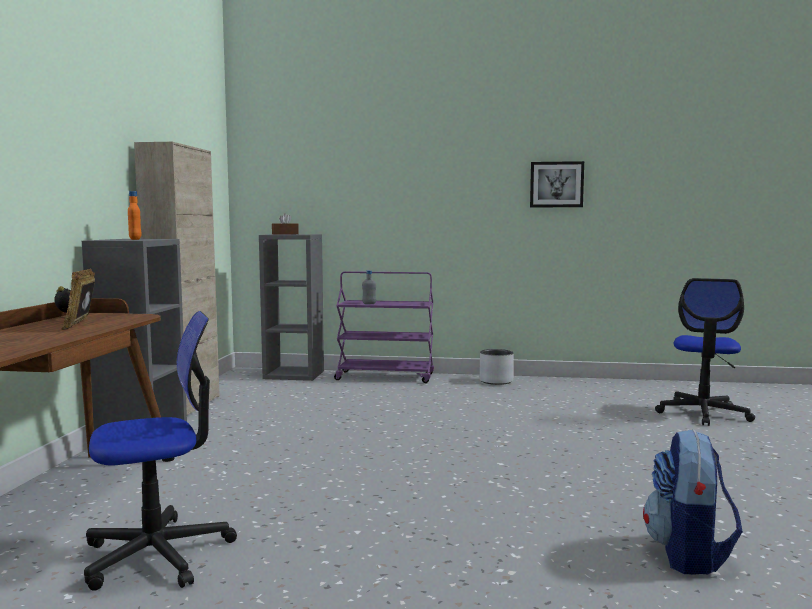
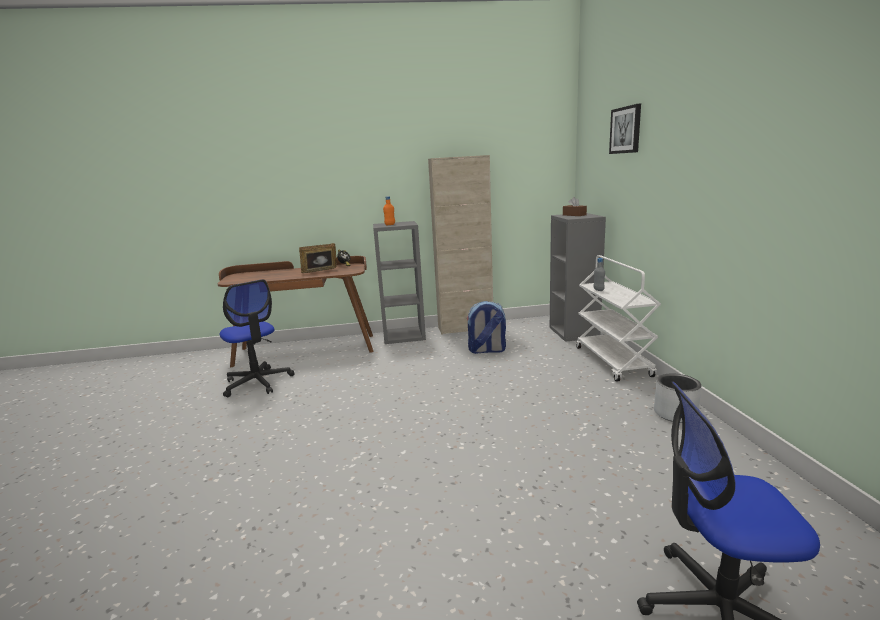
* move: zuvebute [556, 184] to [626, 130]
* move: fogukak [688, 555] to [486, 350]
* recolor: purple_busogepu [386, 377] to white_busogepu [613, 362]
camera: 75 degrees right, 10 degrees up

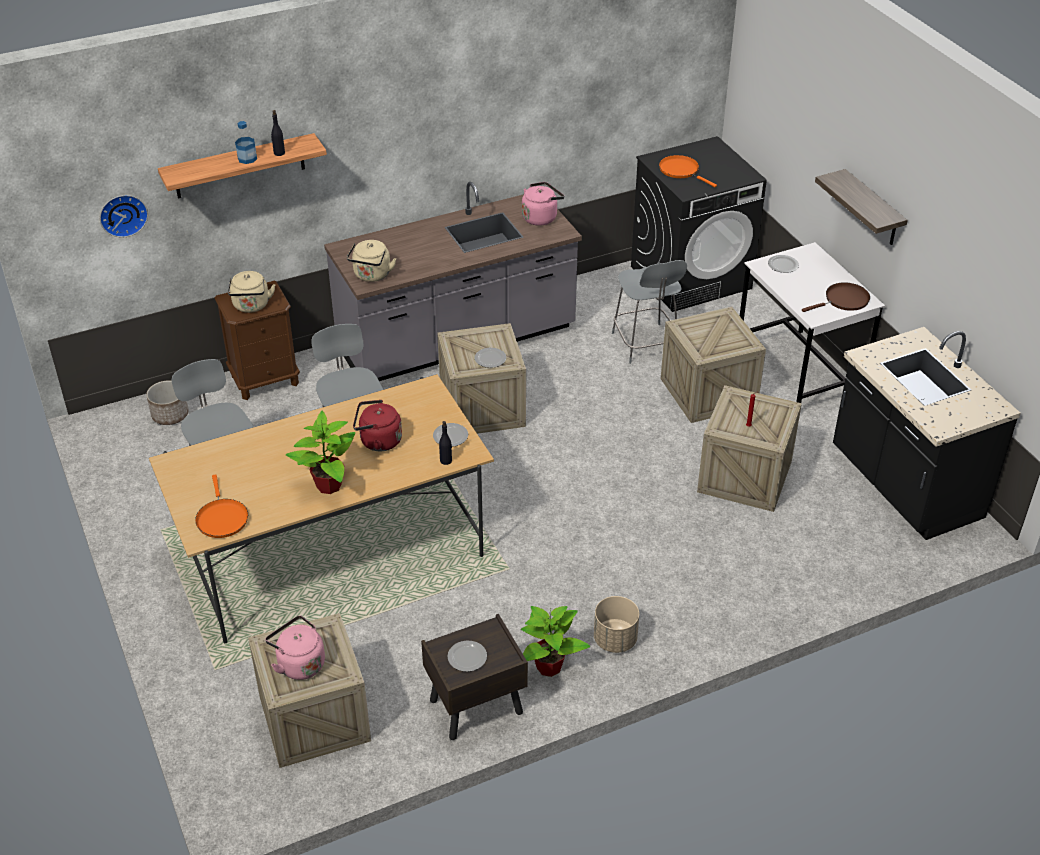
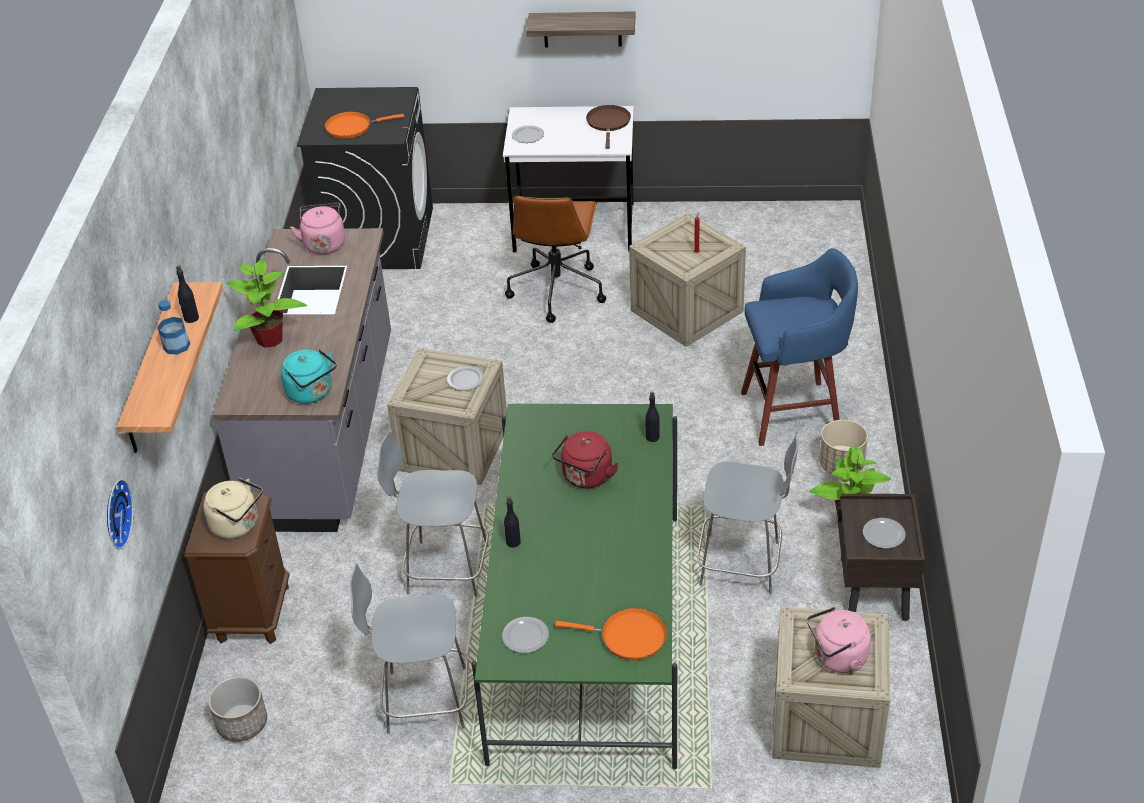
* delete: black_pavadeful [904, 486]
* insert: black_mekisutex [513, 542]
* insert: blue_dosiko [794, 413]
* move: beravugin [328, 486] to [270, 340]
* move: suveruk [451, 436] to [526, 636]
* move: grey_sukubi [645, 345] to [743, 564]
* replace: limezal [708, 392] to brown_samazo [557, 290]
* recolor: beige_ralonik [332, 549] to green_ralonik [587, 634]
* recolor: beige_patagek [371, 275] to turquoise_patagek [312, 393]
camera: 60 degrees left, 0 degrees up

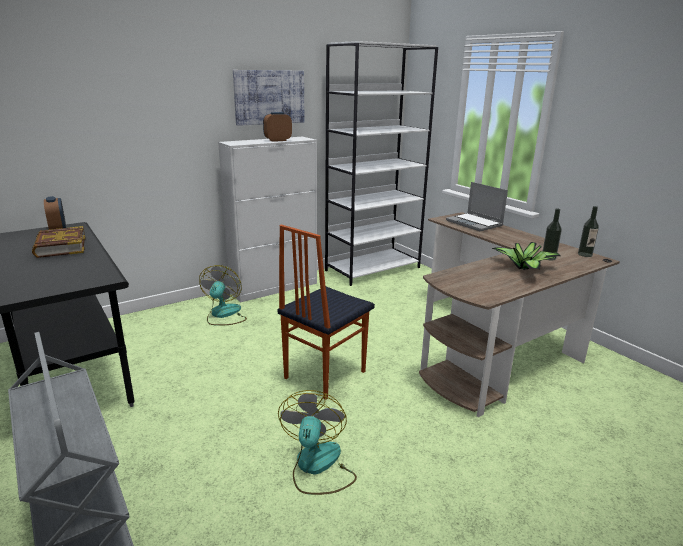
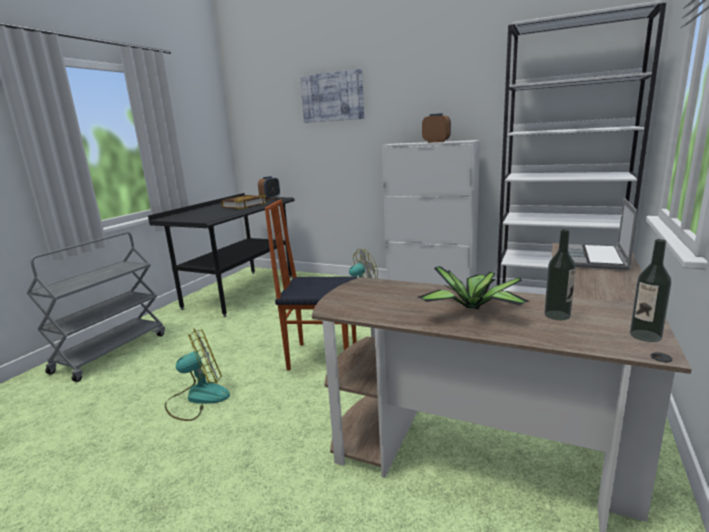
* move: zuvebute [269, 97] to [332, 97]
camera: 60 degrees right, 5 degrees down

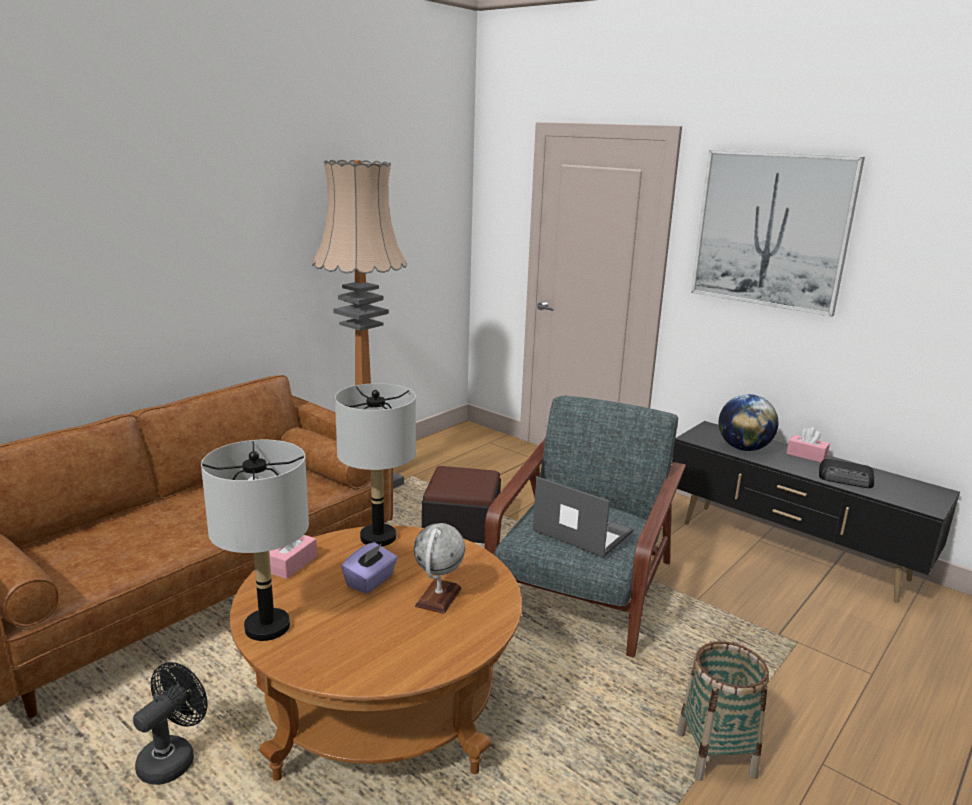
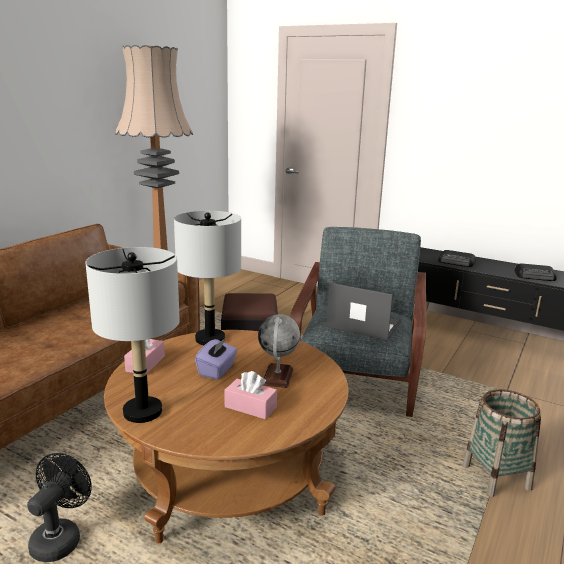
* delete: zuvebute [771, 230]
* move: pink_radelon [806, 455] to [250, 407]
* replace: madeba [743, 448] to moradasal [457, 262]
camera: 10 degrees left, 0 degrees up

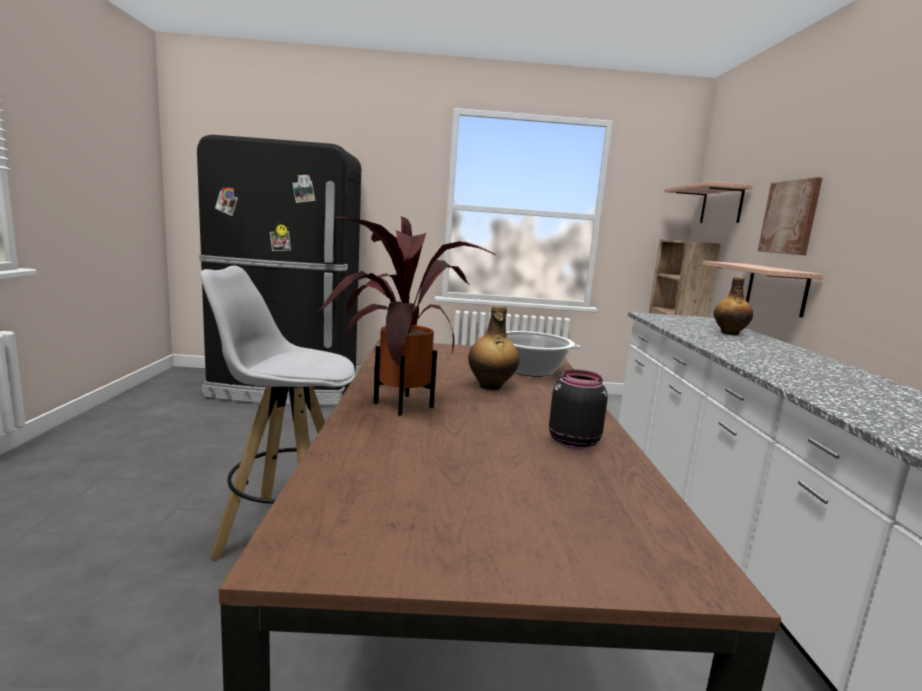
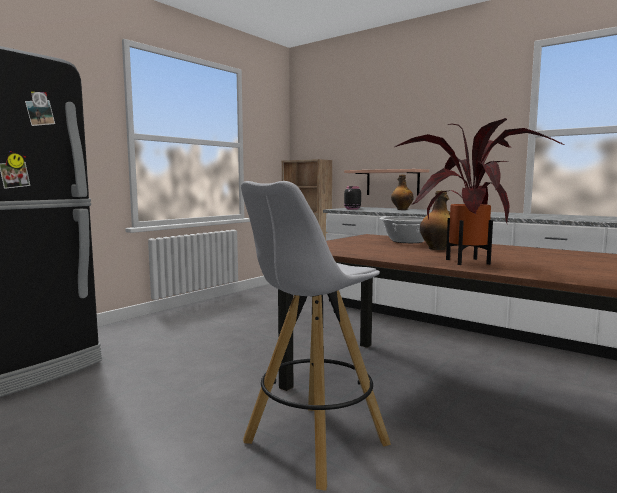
* delete: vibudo [721, 205]
* delete: zuvebute [790, 217]
* move: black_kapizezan [572, 442] to [352, 209]
camera: 50 degrees left, 5 degrees down

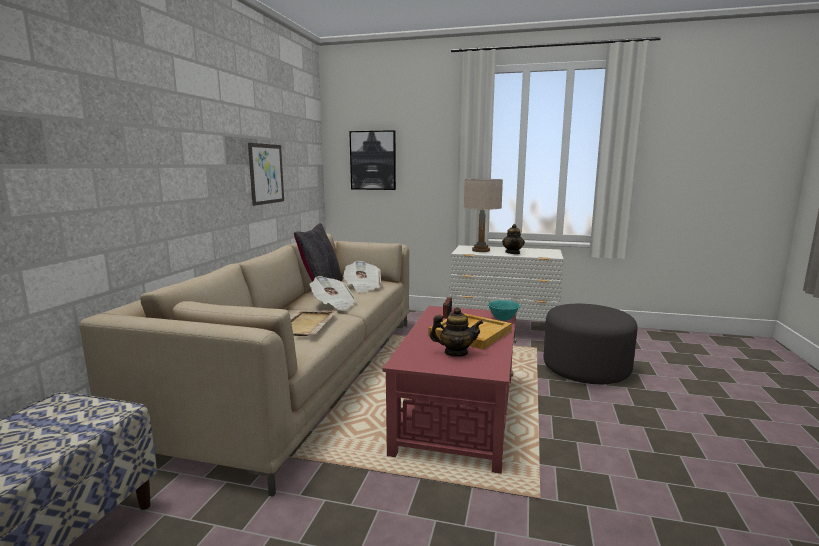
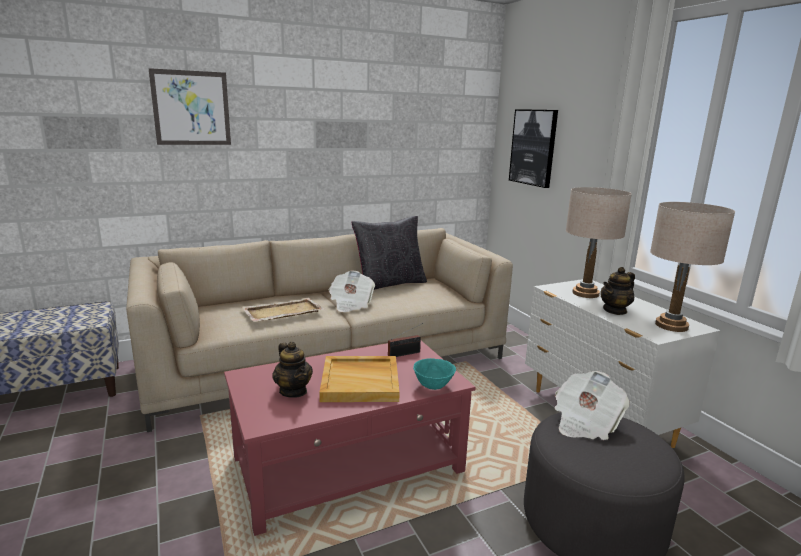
* insert: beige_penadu [671, 326]
* move: zuvebute [266, 174] to [191, 108]
* move: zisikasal [362, 287] to [585, 422]
camera: 50 degrees right, 5 degrees up

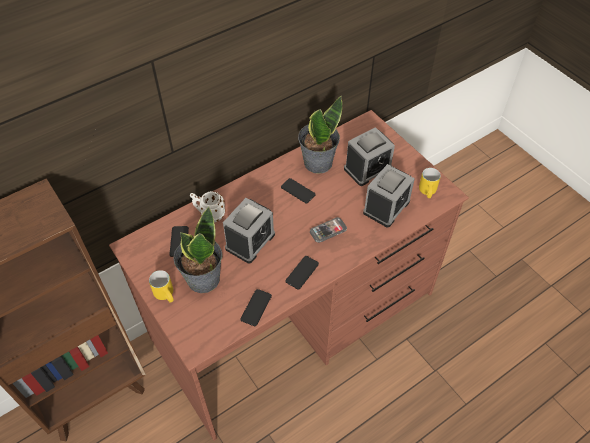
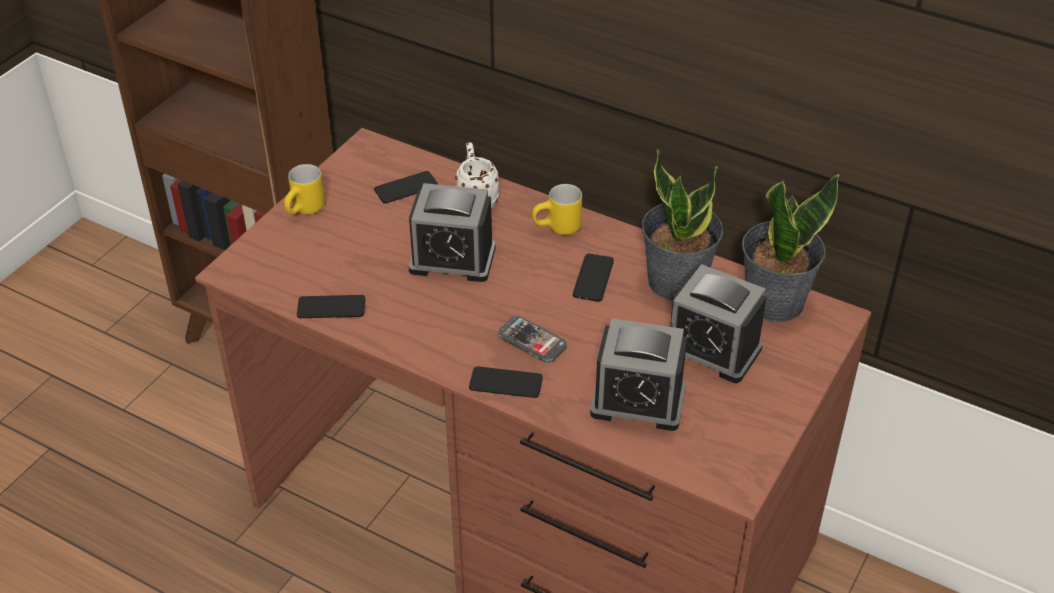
* move: beravugin [202, 279] to [773, 301]
* move: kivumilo [302, 272] to [505, 383]
* move: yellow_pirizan [428, 193] to [558, 229]
camera: 65 degrees right, 10 degrees down

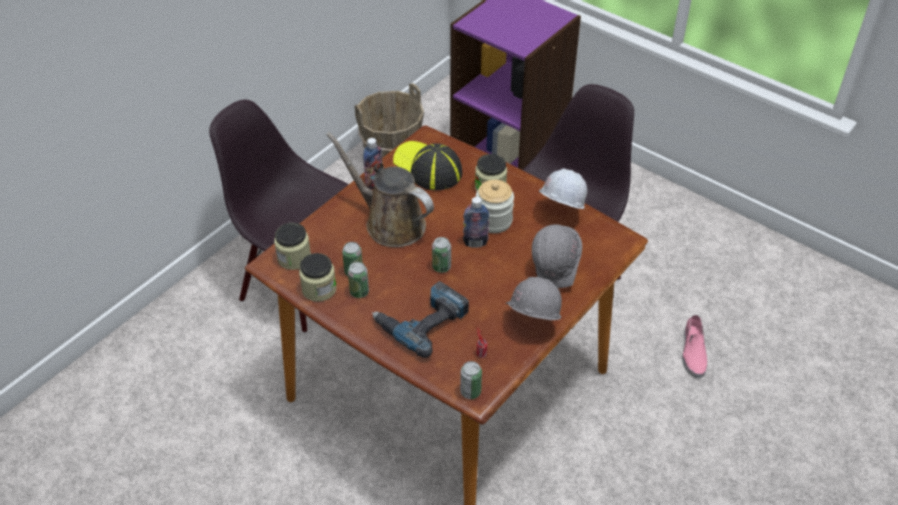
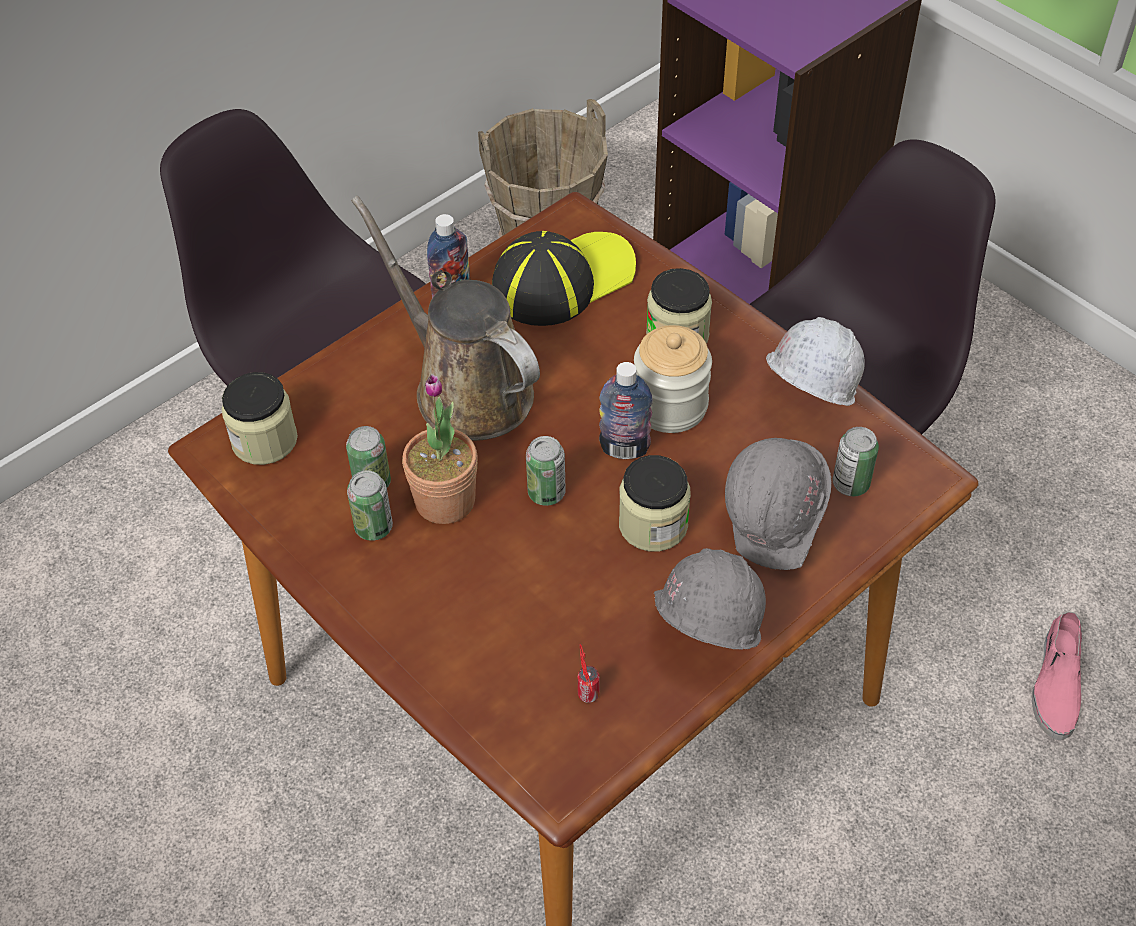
* delete: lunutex [422, 321]
* insert: beravugin [445, 501]
* move: kapizezan [319, 289] to [653, 525]
* move: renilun [470, 392] to [850, 484]
* rotate: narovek [427, 167] = [562, 280] 90 degrees clockwise
camera: 10 degrees right, 5 degrees up

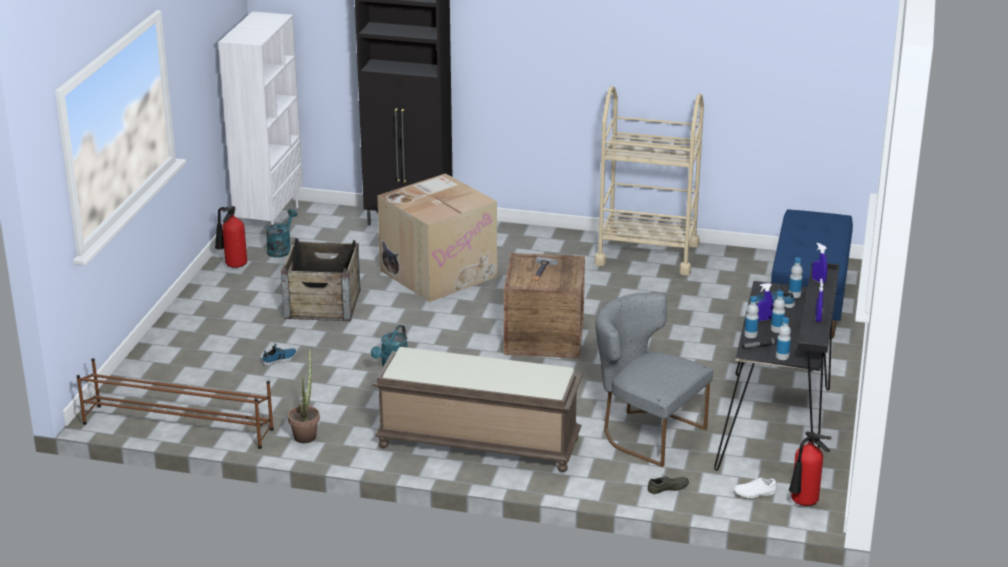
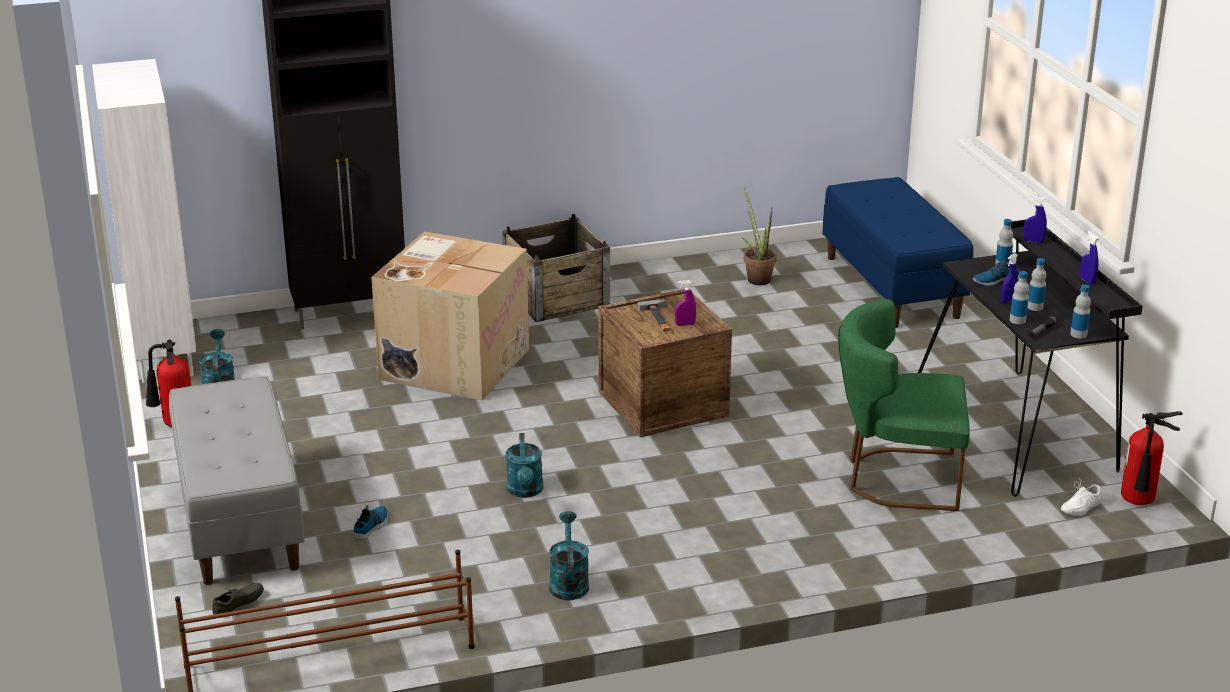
* delete: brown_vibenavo [477, 443]
* delete: beige_busogepu [647, 254]
* insert: grey_vibenavo [238, 519]
* insert: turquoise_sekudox [568, 582]
* insert: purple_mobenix [685, 324]
* move: limezal [323, 303] to [557, 297]
* move: beravugin [306, 434] to [756, 278]
* move: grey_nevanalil [668, 489] to [239, 604]
* recolor: grey_sukubi [646, 433] to green_sukubi [896, 478]
camera: 30 degrees left, 0 degrees up

